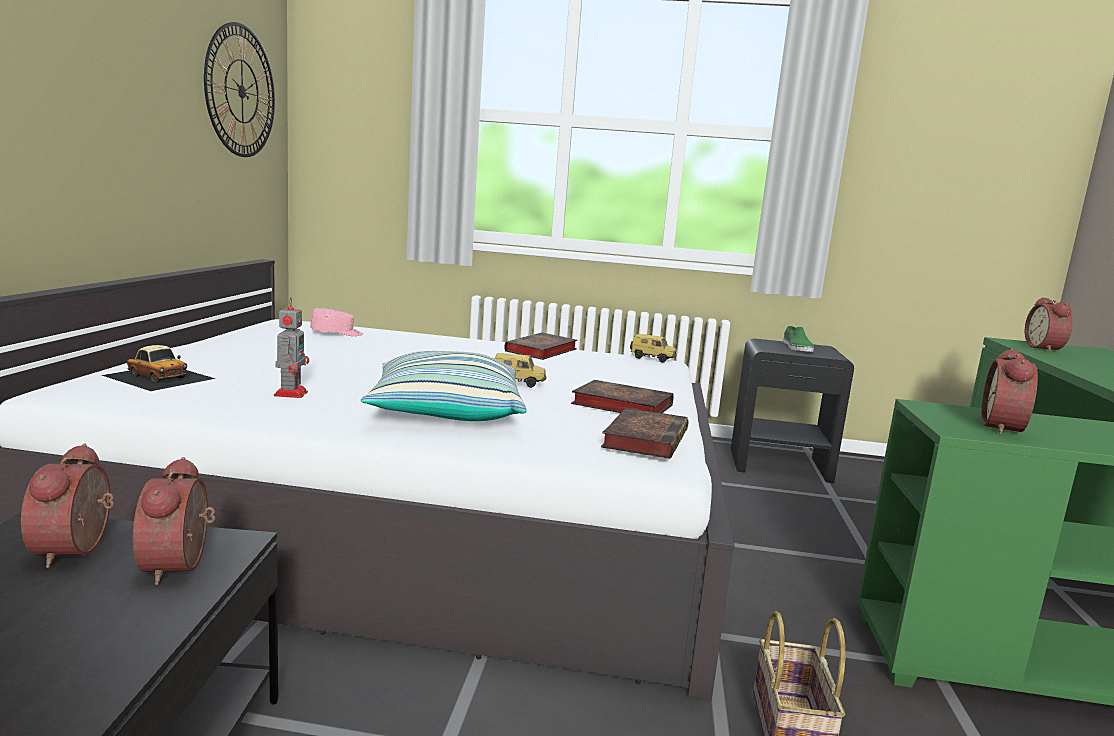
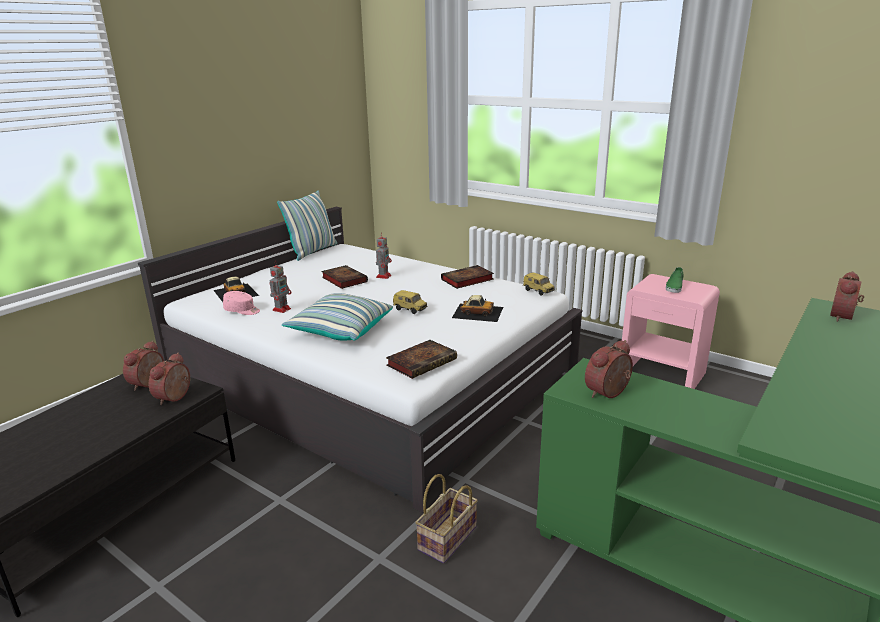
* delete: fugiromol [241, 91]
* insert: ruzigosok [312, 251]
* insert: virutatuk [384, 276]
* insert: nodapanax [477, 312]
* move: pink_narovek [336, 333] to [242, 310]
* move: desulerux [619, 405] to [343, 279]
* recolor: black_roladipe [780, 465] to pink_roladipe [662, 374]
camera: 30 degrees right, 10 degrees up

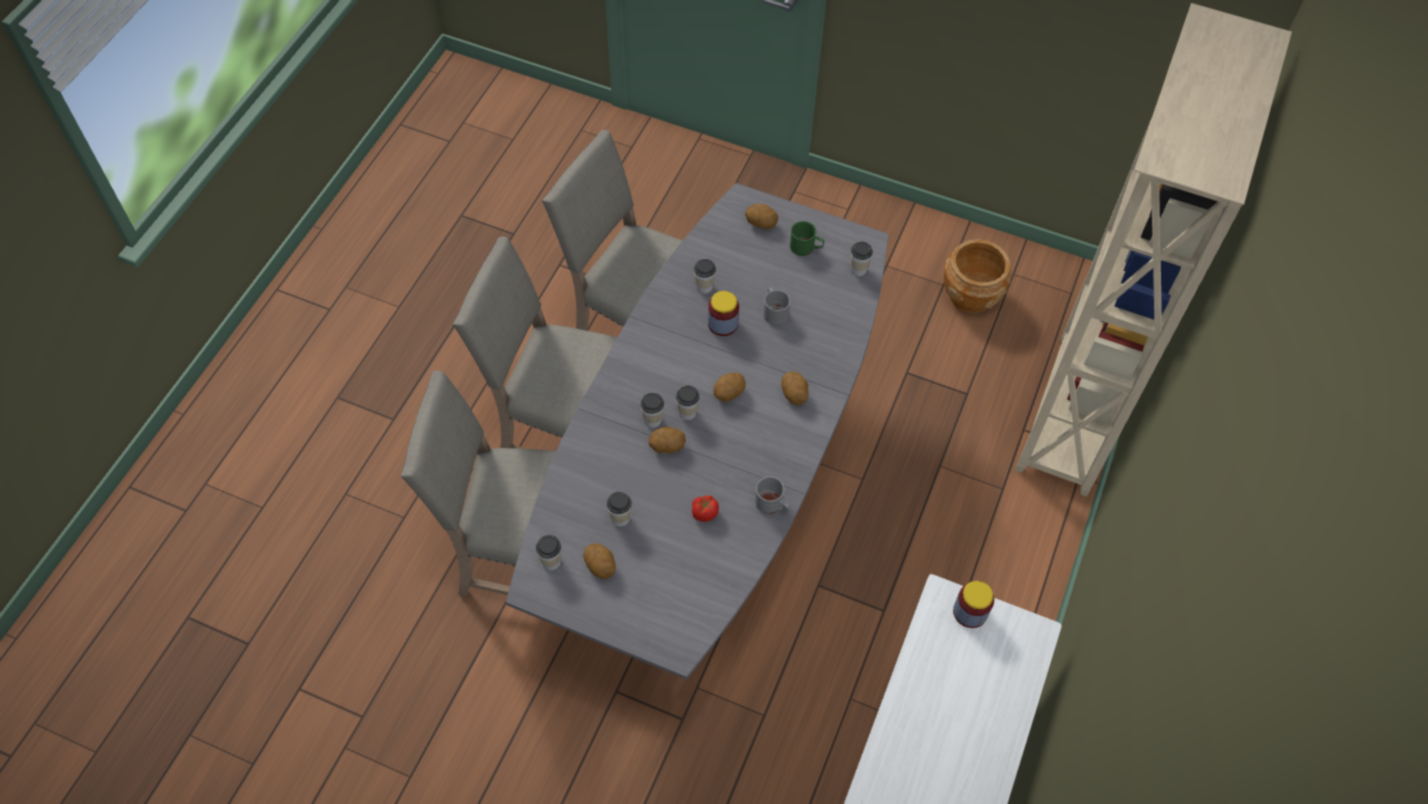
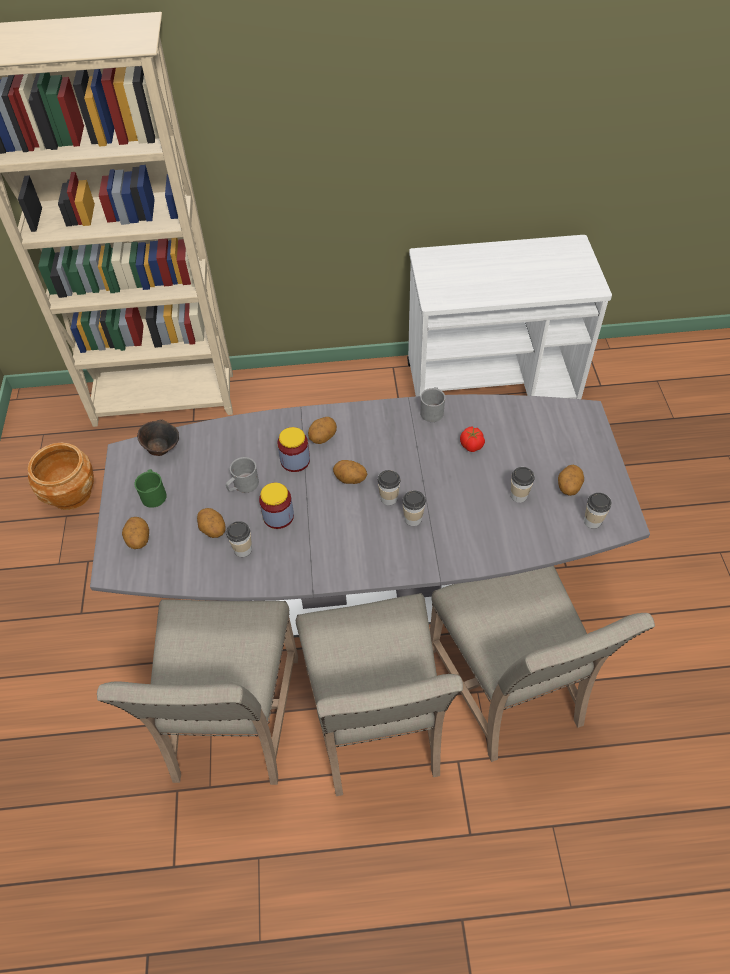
* move: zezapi [667, 446] to [213, 530]
* move: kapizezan [970, 612] to [295, 460]
* replace: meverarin [858, 269] to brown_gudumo [162, 448]
camera: 115 degrees left, 5 degrees down

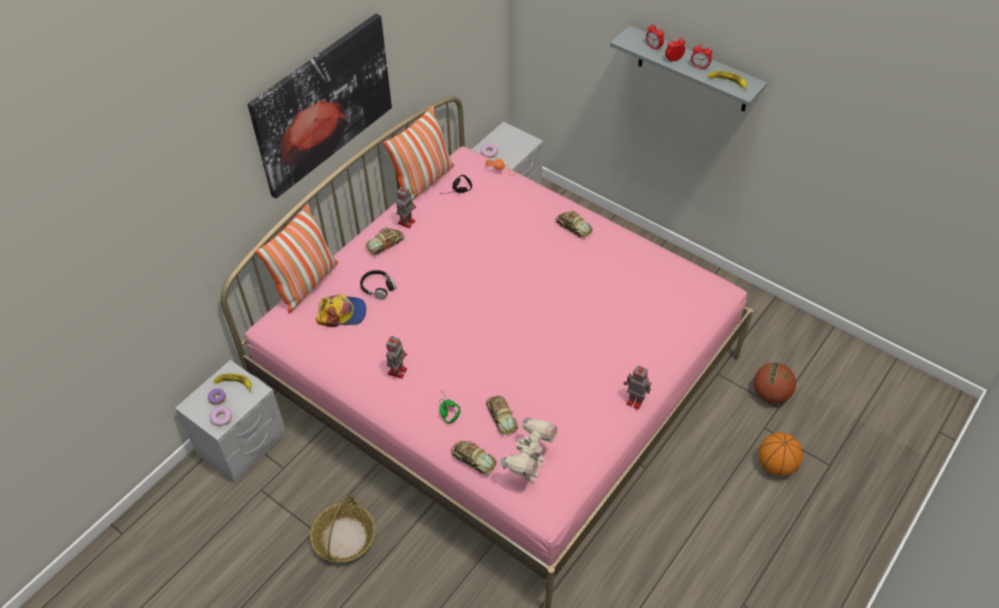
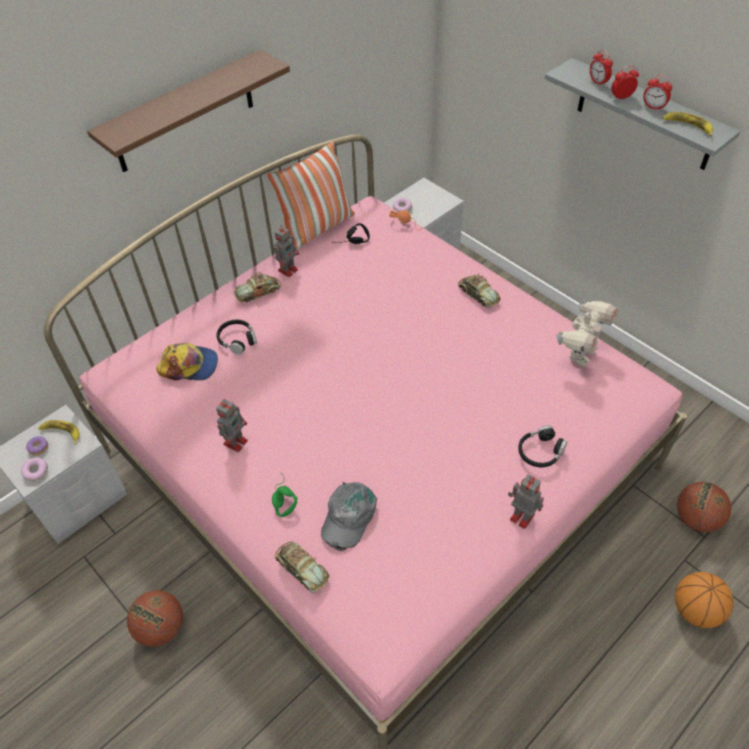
* delete: ruzigosok [306, 284]
* insert: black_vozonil [540, 452]
* move: virutatuk [529, 467] to [580, 353]
* replace: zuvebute [323, 104] to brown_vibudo [184, 113]
* replace: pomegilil [344, 537] to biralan [161, 628]
* replace: nodapanax [501, 417] to grey_narovek [348, 516]
camera: 10 degrees right, 0 degrees up

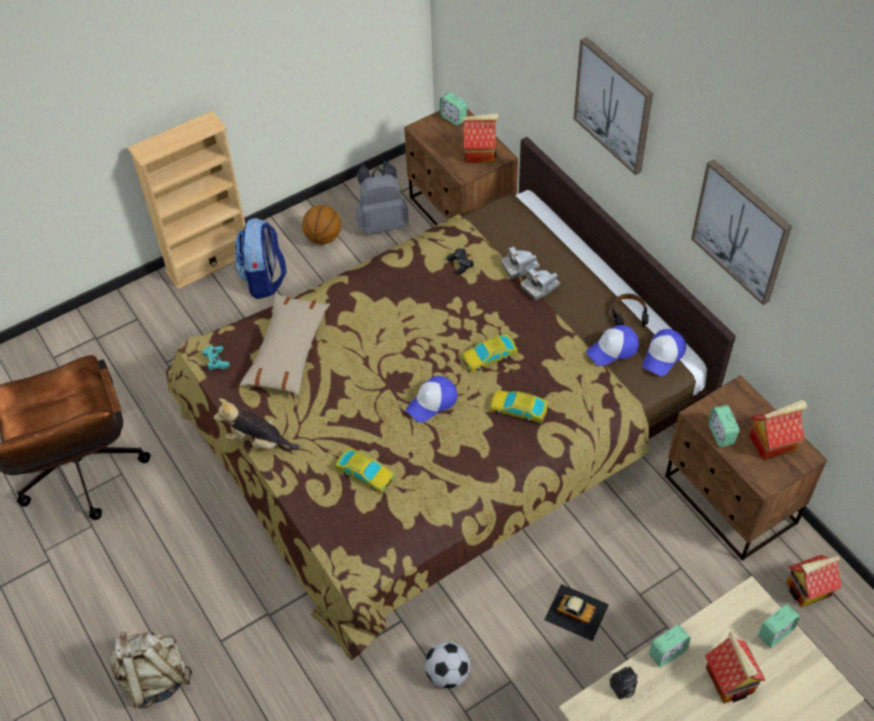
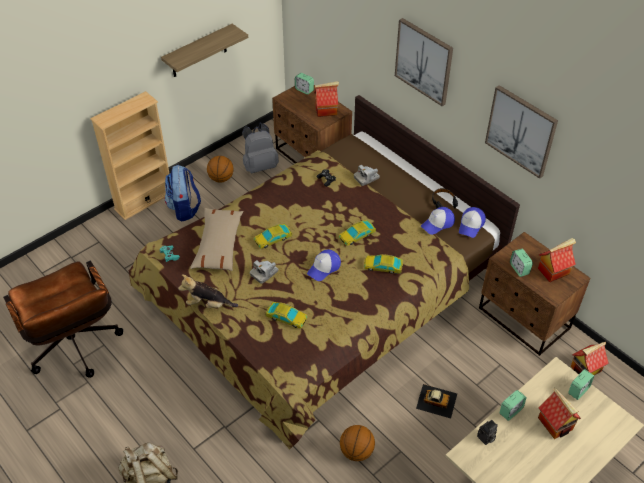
* insert: vibudo [198, 51]
* insert: nodapanax [273, 239]
* move: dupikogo [540, 287] to [264, 273]
* replace: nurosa [447, 674] to biralan [356, 451]
camera: 10 degrees left, 5 degrees down

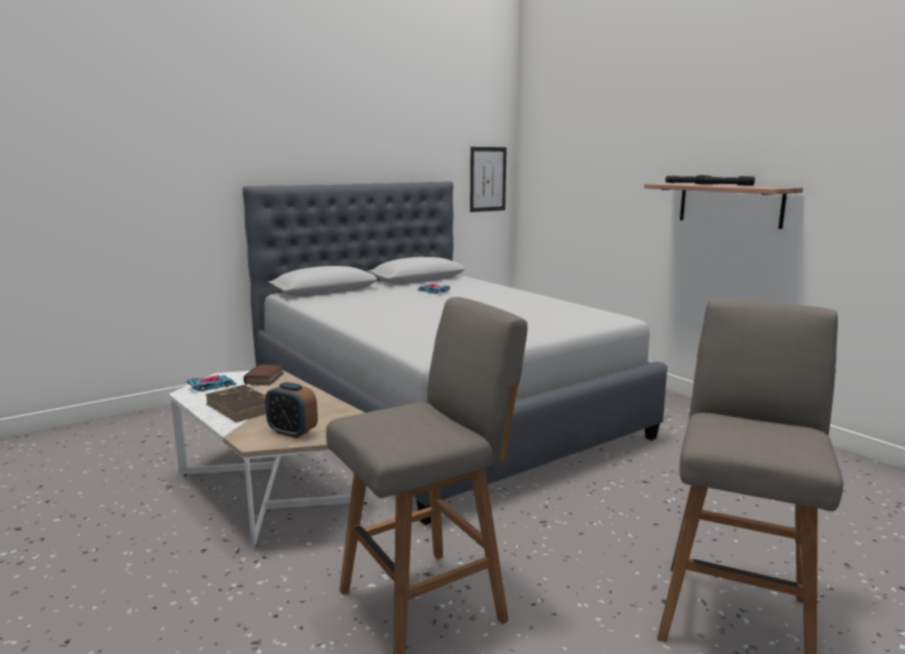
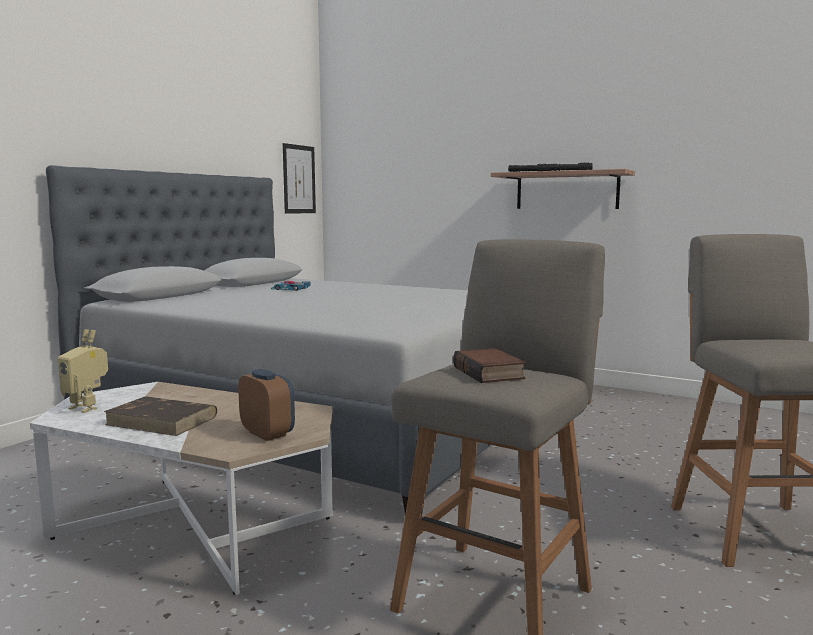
* move: desulerux [265, 379] to [490, 373]
* replace: nodapanax [212, 386] to virutatuk [87, 407]
* rotate: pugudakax [292, 432] = [267, 433] 135 degrees counterclockwise
camera: 25 degrees left, 5 degrees down

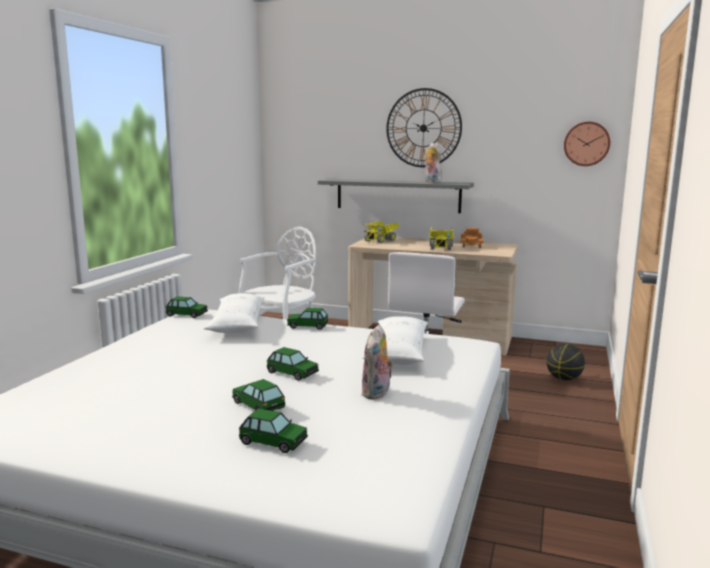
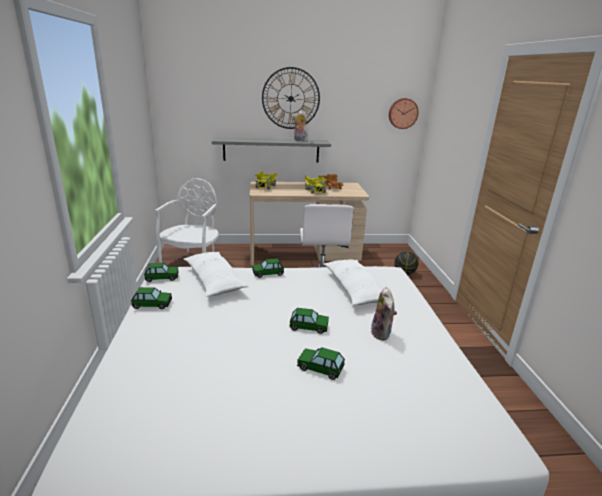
* move: nodapanax [273, 441] to [152, 304]
camera: 25 degrees left, 10 degrees up

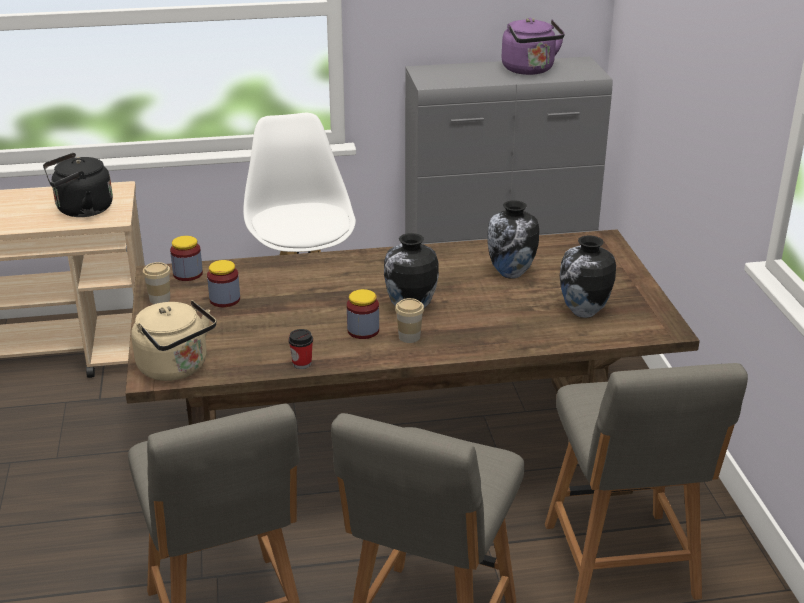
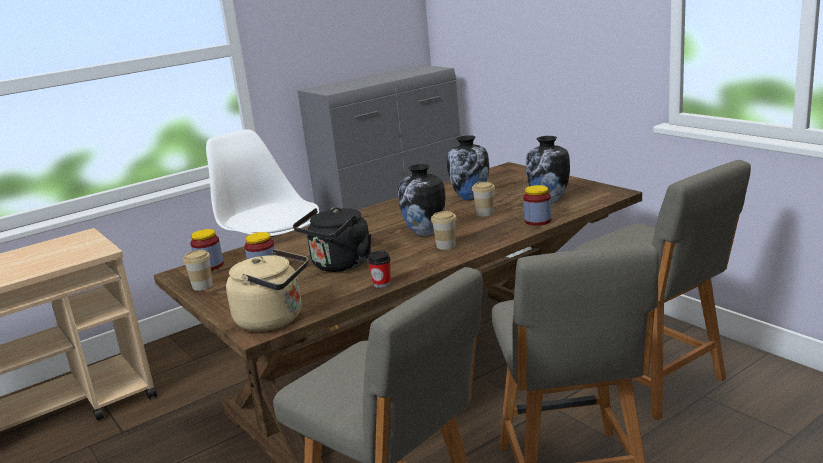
* delete: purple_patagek [529, 70]
* insert: meverarin [485, 213]
* move: black_patagek [81, 210] to [339, 266]
* move: kapizezan [363, 331] to [537, 221]
camera: 25 degrees left, 10 degrees down

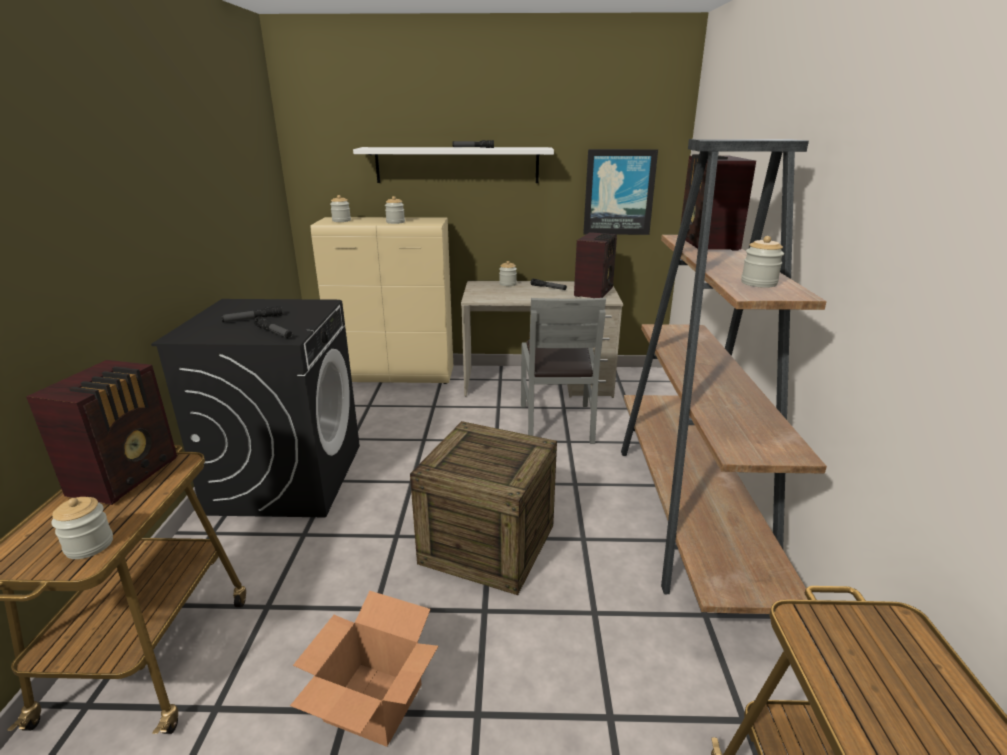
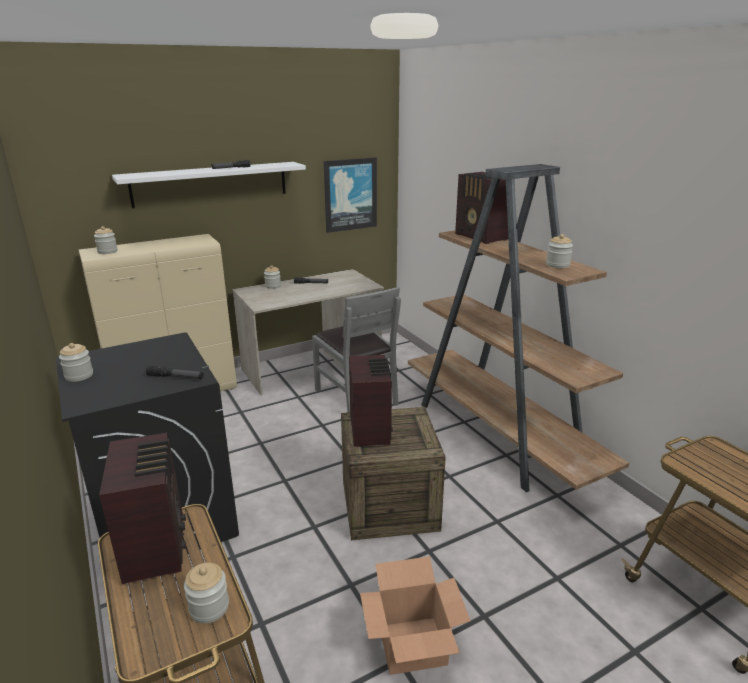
* delete: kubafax [252, 319]
* move: kapizezan [395, 222] to [79, 375]
* move: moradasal [594, 292] to [370, 429]
camera: 30 degrees left, 0 degrees up

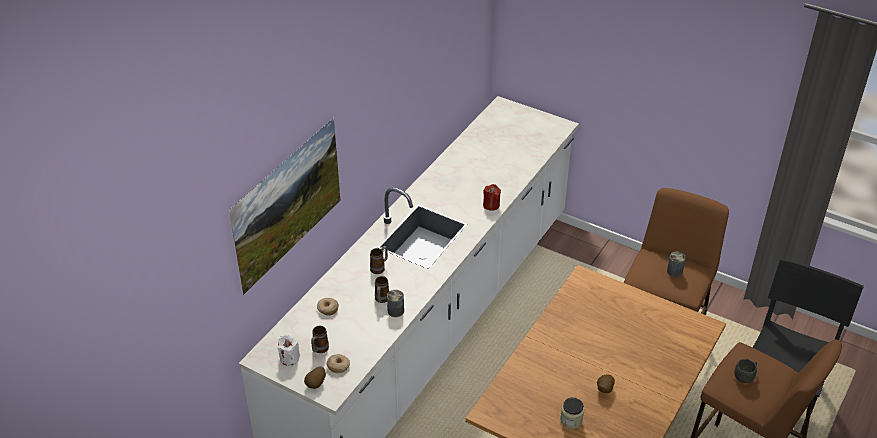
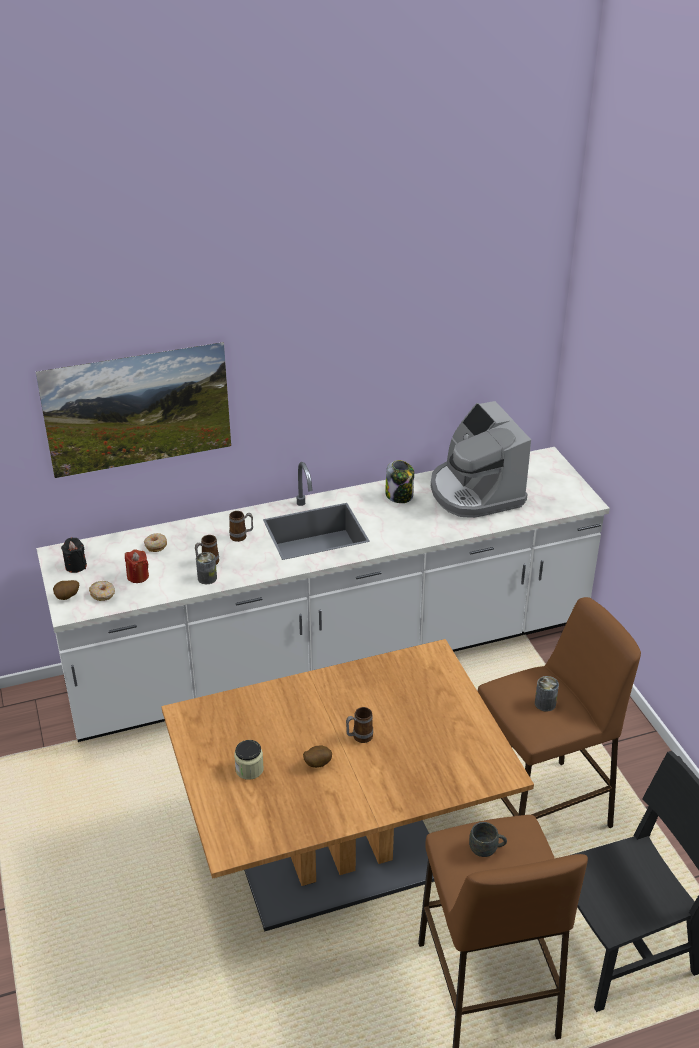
* insert: kapizezan [399, 496]
* insert: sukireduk [475, 492]
* move: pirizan [319, 350] to [359, 737]
* move: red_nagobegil [491, 205] to [138, 576]
* recolor: white_nagobegil [289, 358] to black_nagobegil [76, 566]
camera: 40 degrees right, 5 degrees down

